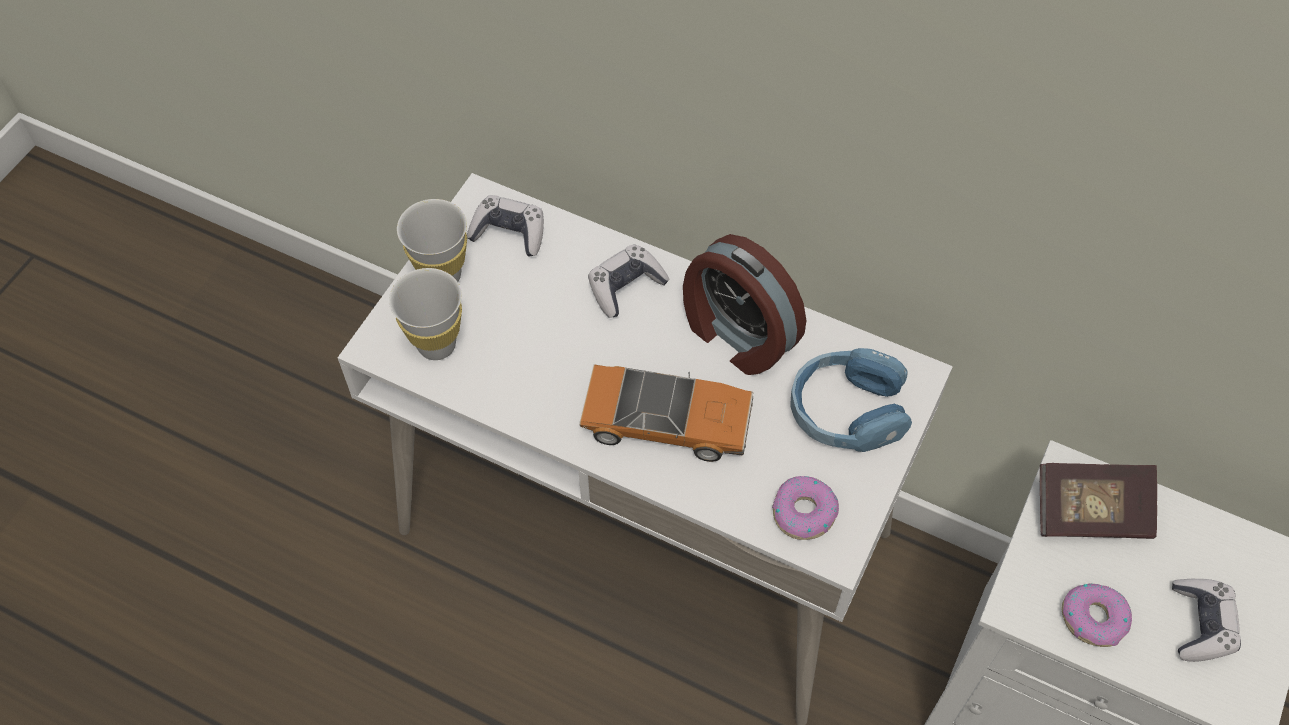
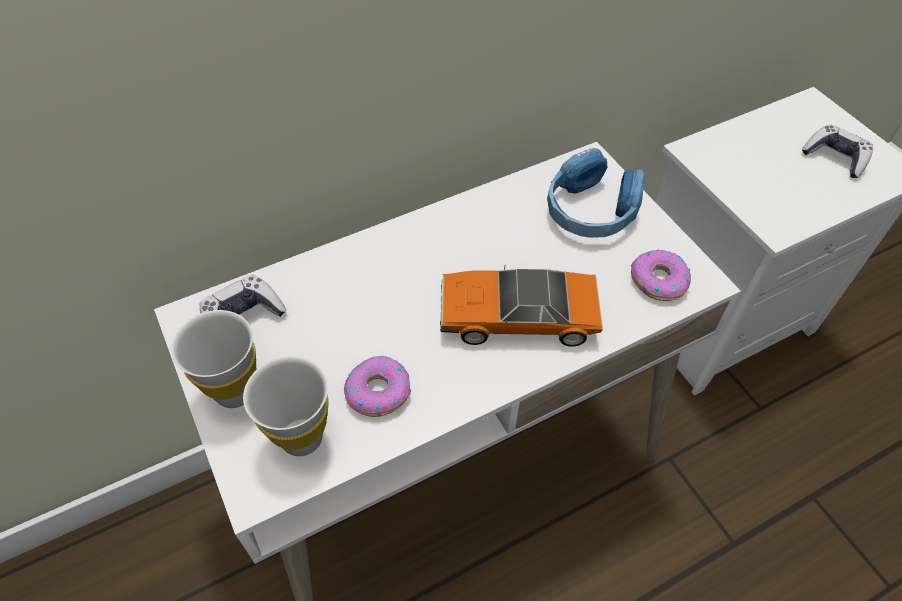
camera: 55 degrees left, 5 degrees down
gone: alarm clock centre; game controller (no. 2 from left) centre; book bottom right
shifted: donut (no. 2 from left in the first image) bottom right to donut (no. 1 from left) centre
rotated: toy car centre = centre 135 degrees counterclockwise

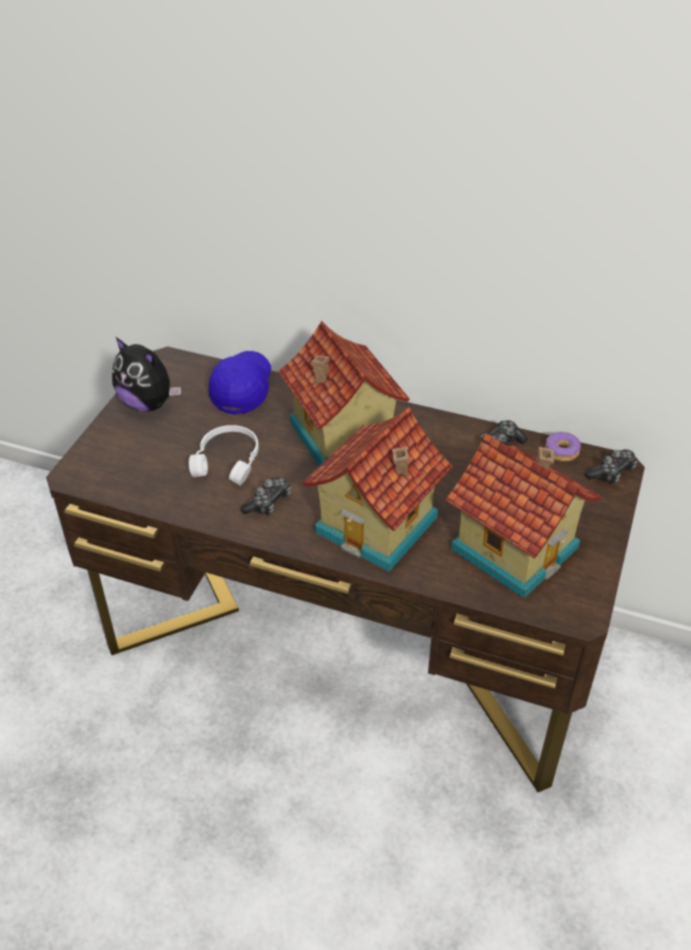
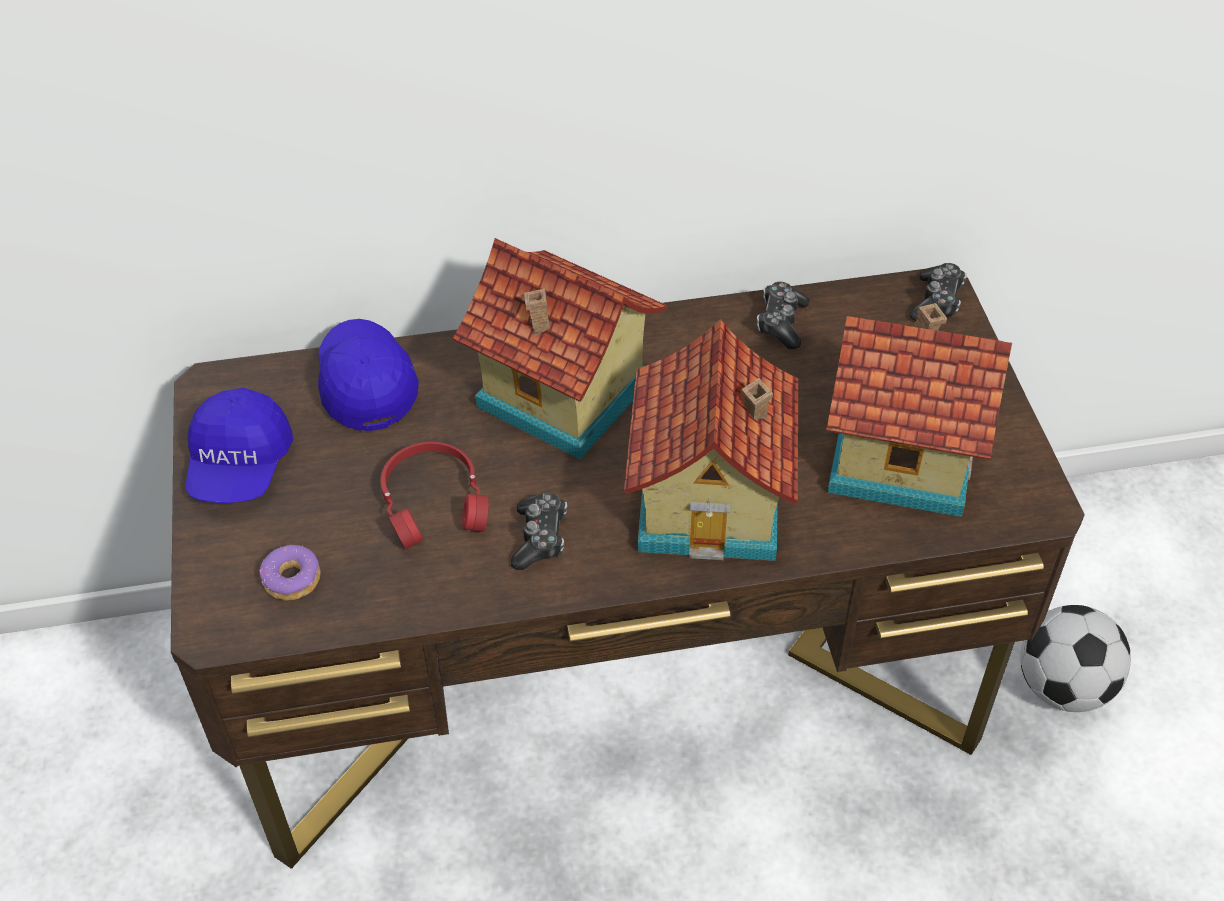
camera: 30 degrees left, 5 degrees up
new: football bottom right
shifted: donut middle right to middle left
swapped: plush toy middle left to cap/blue (no. 1 from left) middle left
repainted: headphones/white middle left to headphones/red centre

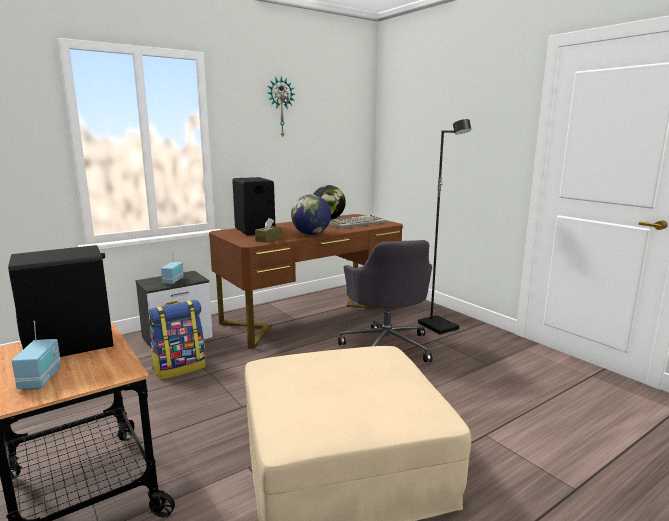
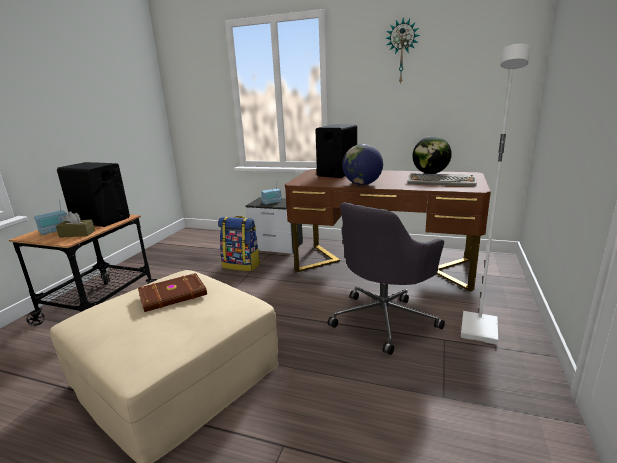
camera: 55 degrees right, 5 degrees up
new: book/brown middle left
shifted: tissue box/brown centre to middle left
repainted: floor lamp/black centre to floor lamp/white middle right

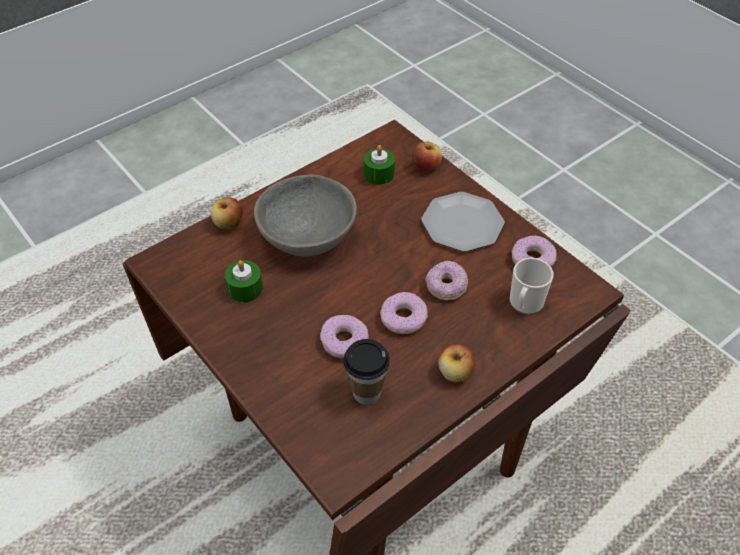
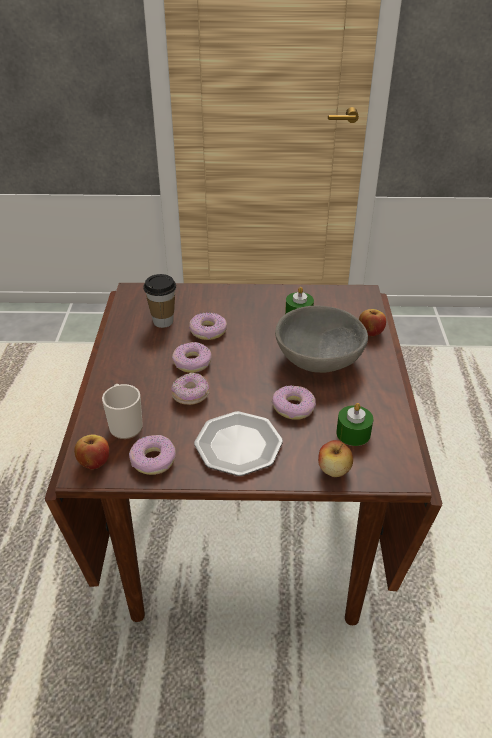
camera: 130 degrees right, 10 degrees down
new: donut (no. 5 from left) centre
shifted: apple (no. 3 from left in the first image) centre to apple (no. 1 from left) middle left

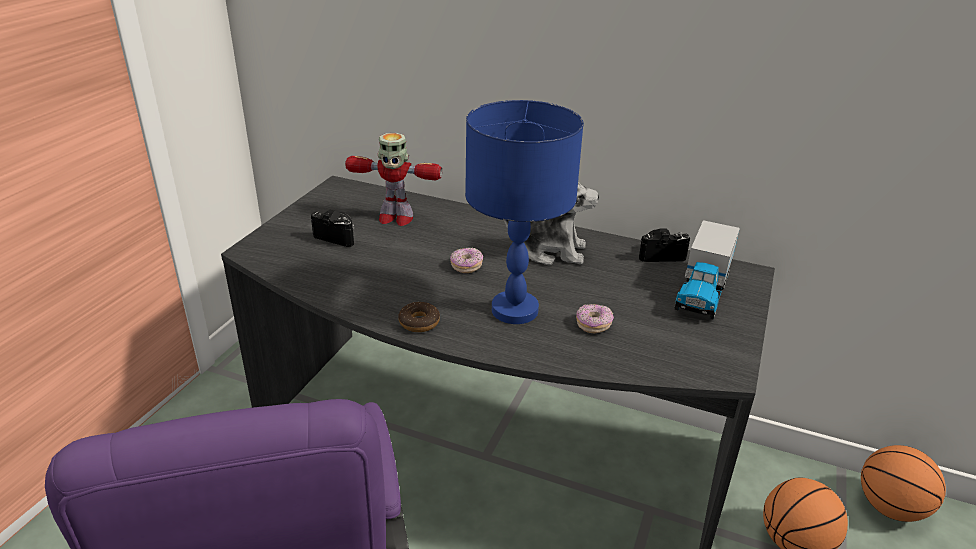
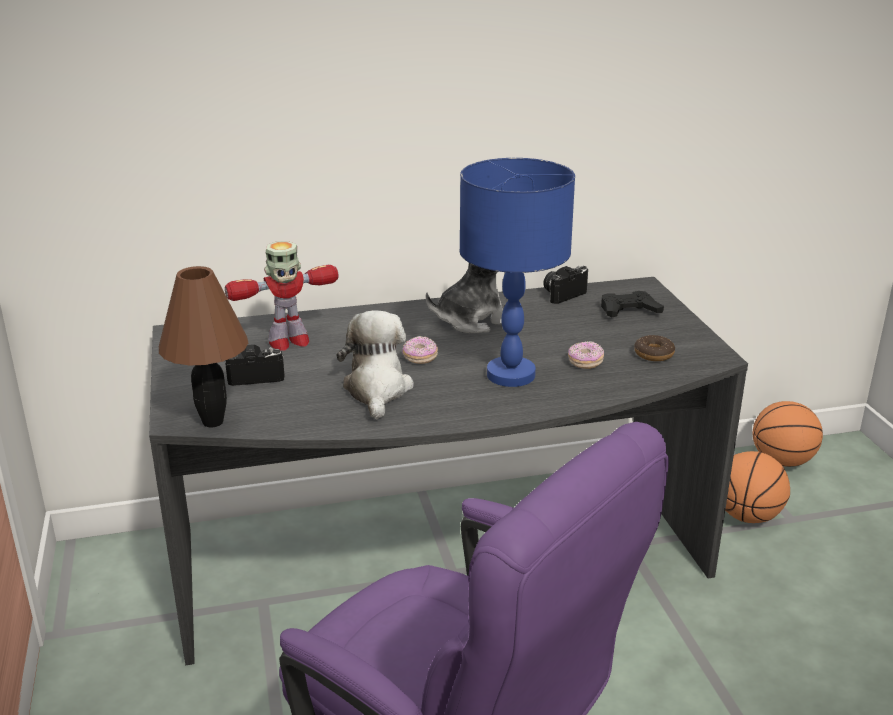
camera: 35 degrees left, 5 degrees down
new: table lamp/brown middle left; plush toy (no. 1 from left) centre
shifted: donut (no. 1 from left in the first image) centre to donut (no. 3 from left) middle right
swapped: toy truck middle right to game controller/black middle right

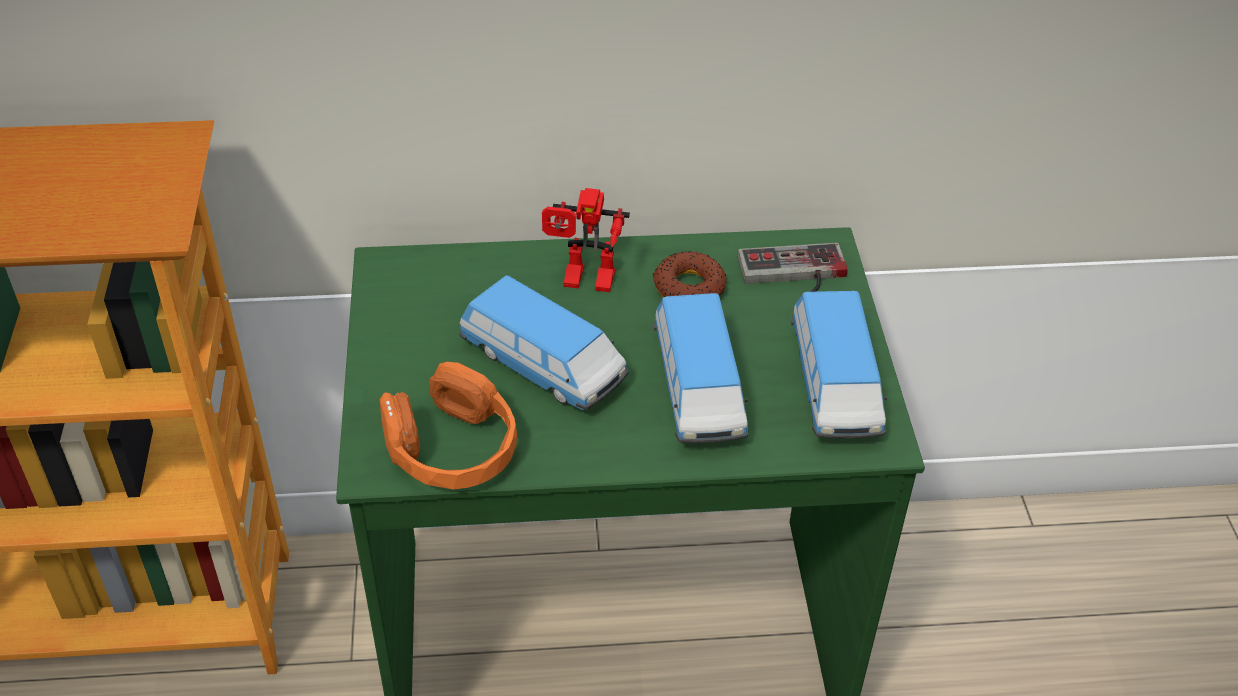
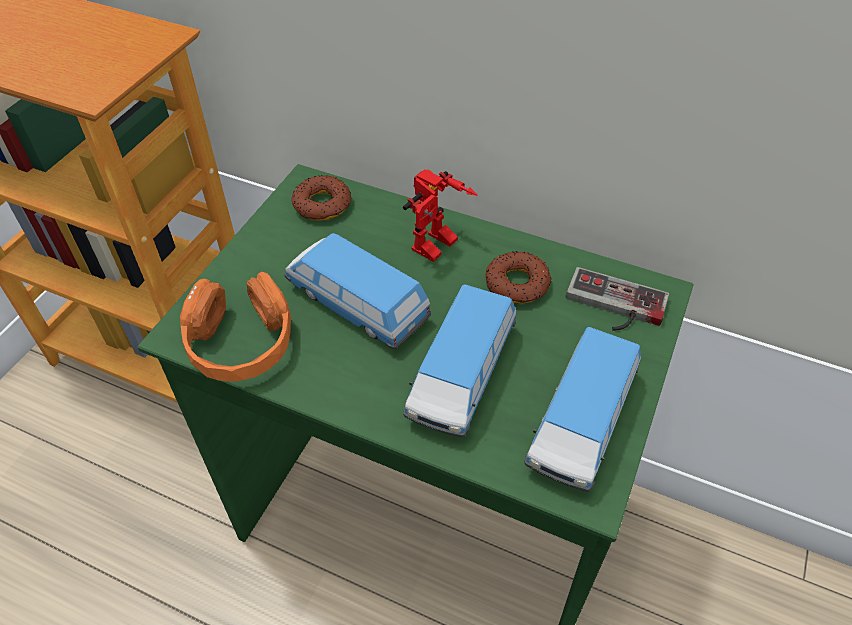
camera: 30 degrees right, 5 degrees up
new: donut (no. 1 from left) top centre
rotated: toy robot centre = centre 90 degrees counterclockwise; toy car (no. 1 from left) centre = centre 150 degrees clockwise

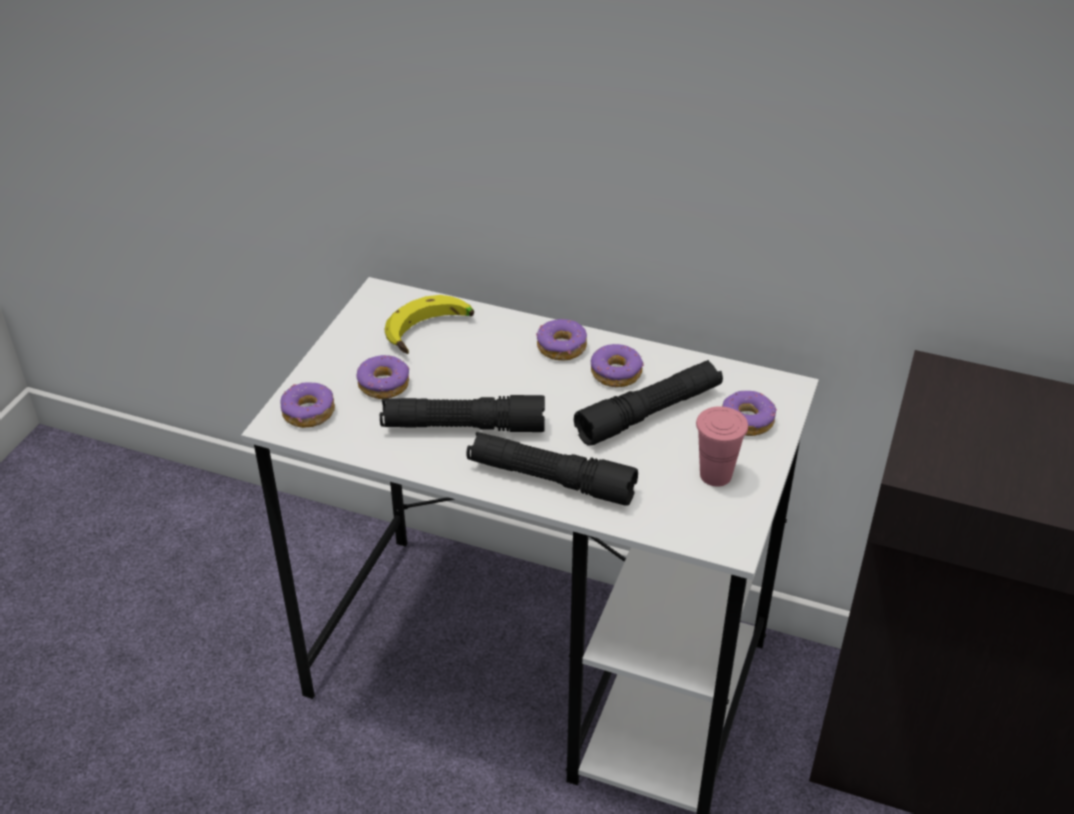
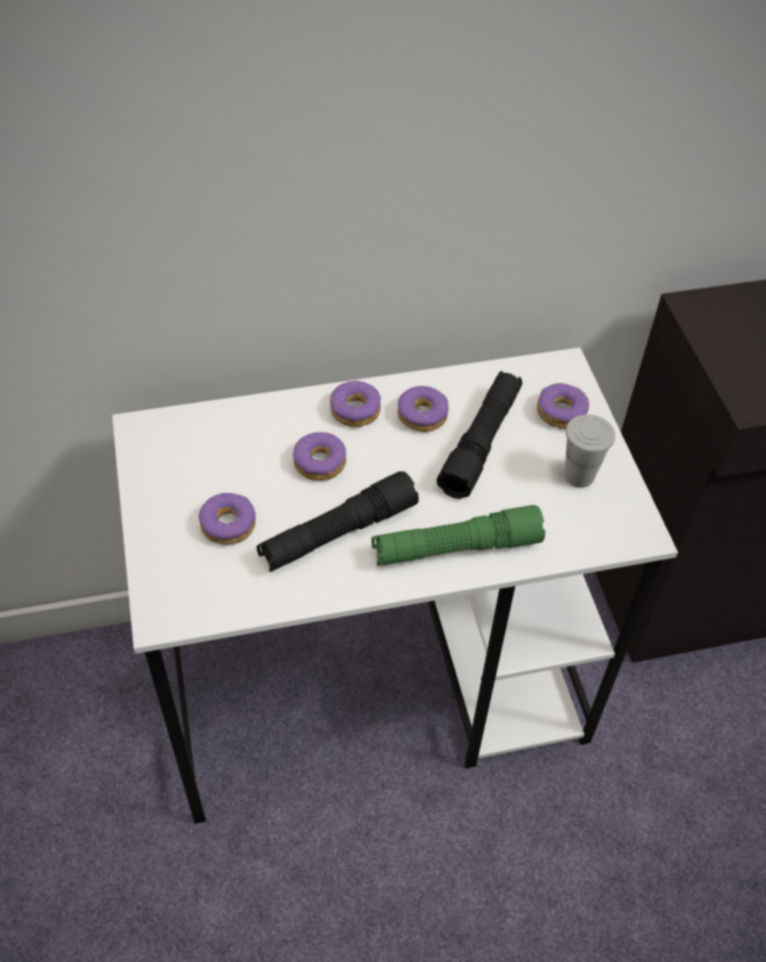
camera: 35 degrees left, 10 degrees up
gone: banana centre
shifted: donut (no. 1 from left in the first image) middle left to donut (no. 2 from left) centre
repainted: cup/pink middle right to cup/white middle right; flashlight/black (no. 2 from left) centre to flashlight/green centre

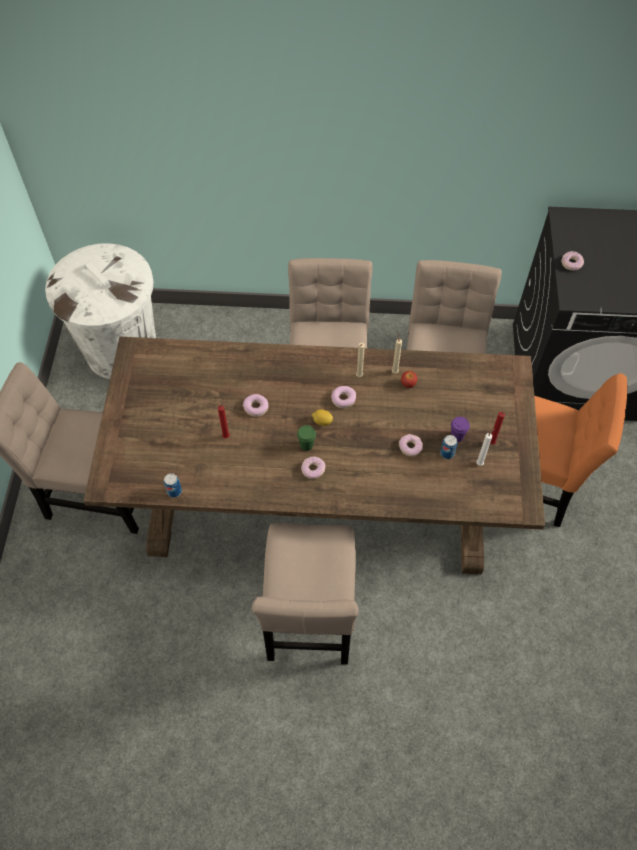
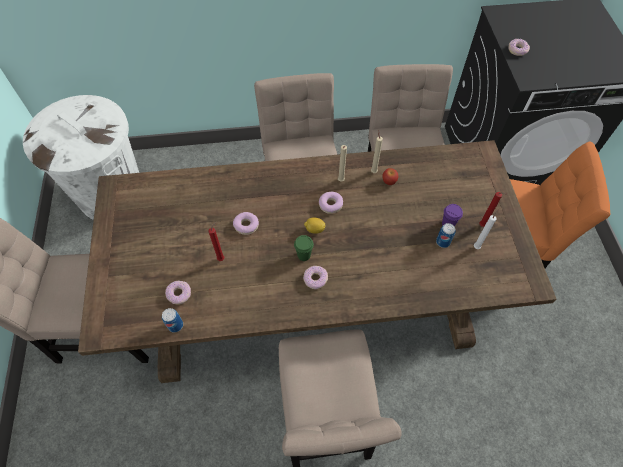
camera: 10 degrees left, 0 degrees up
shifted: donut (no. 4 from left in the first image) centre to donut (no. 1 from left) middle left

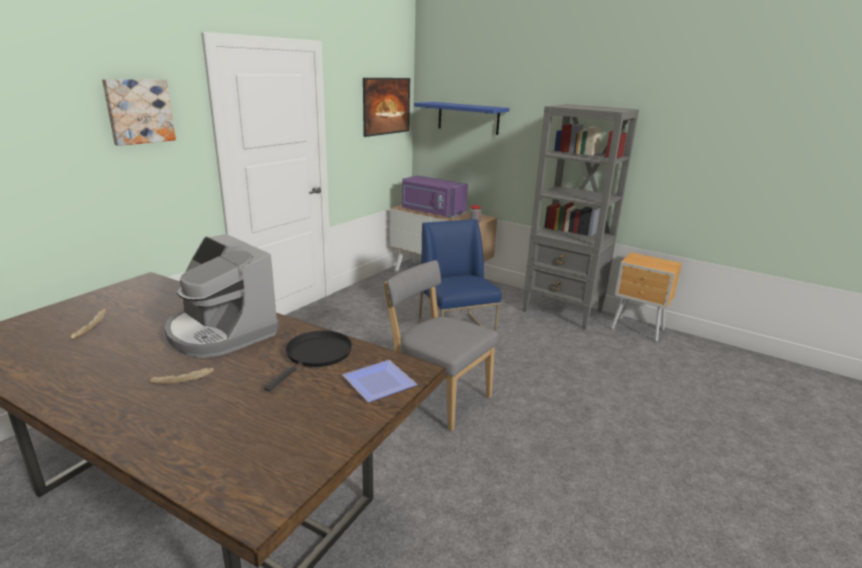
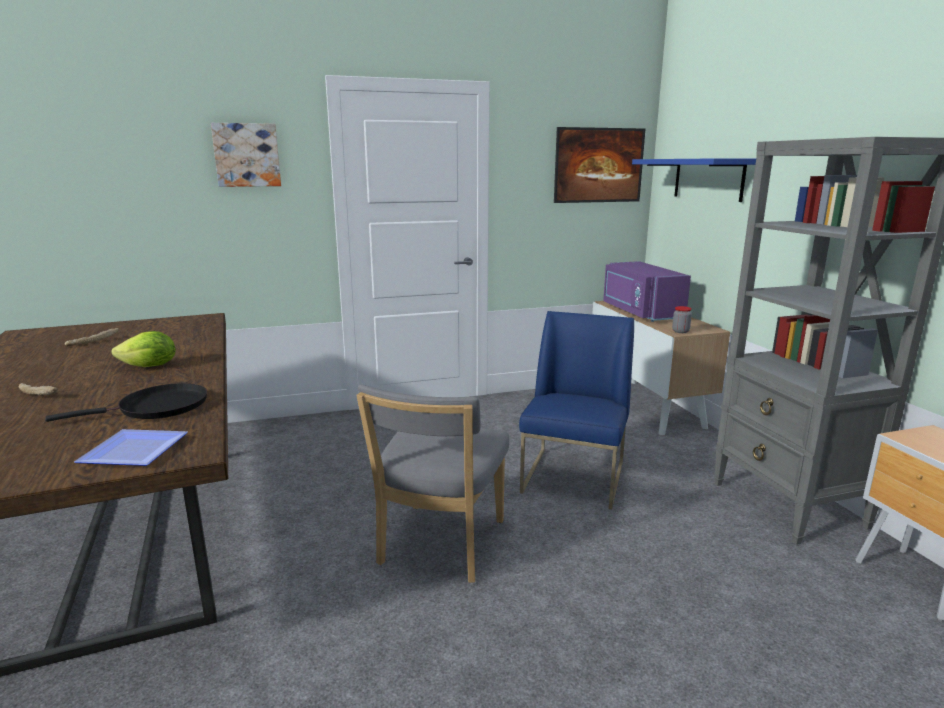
camera: 40 degrees right, 5 degrees down
swapped: coffee machine middle left to lettuce middle left
rotated: chair/grey centre = bottom centre 150 degrees counterclockwise

